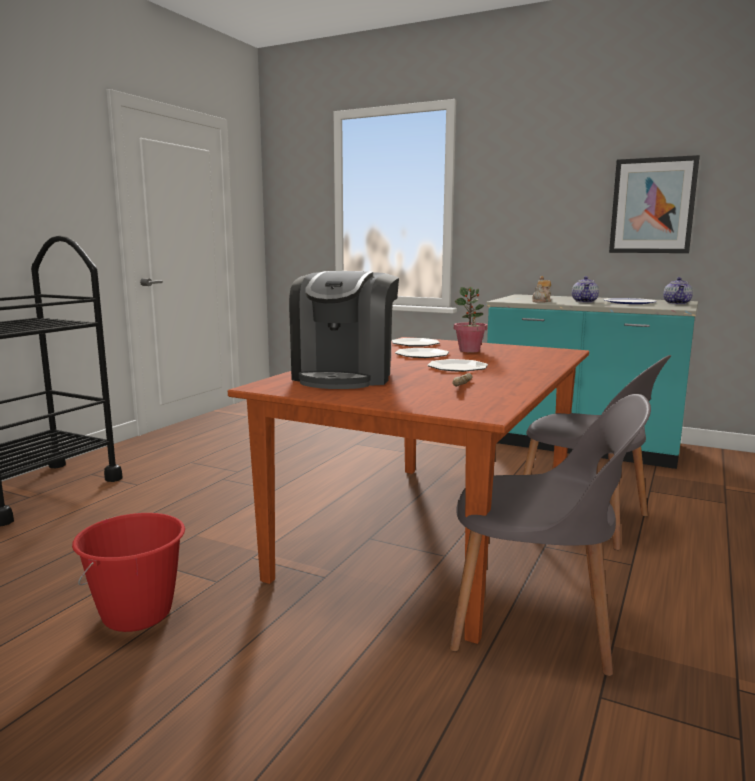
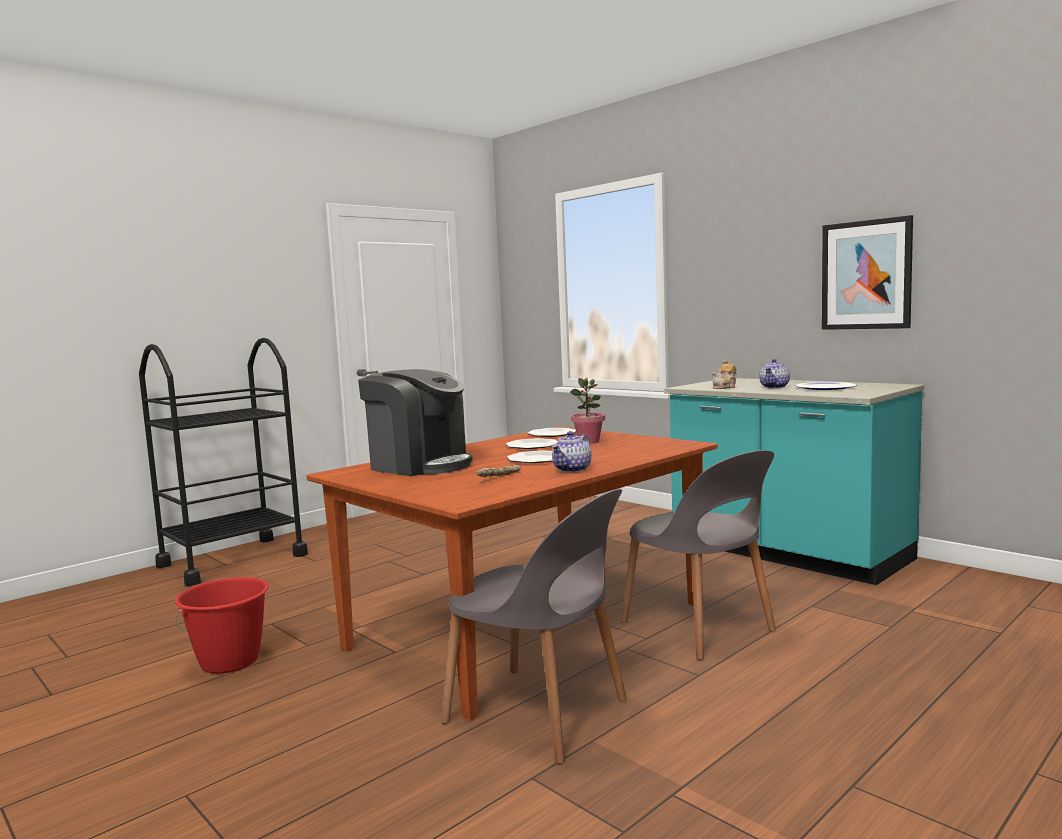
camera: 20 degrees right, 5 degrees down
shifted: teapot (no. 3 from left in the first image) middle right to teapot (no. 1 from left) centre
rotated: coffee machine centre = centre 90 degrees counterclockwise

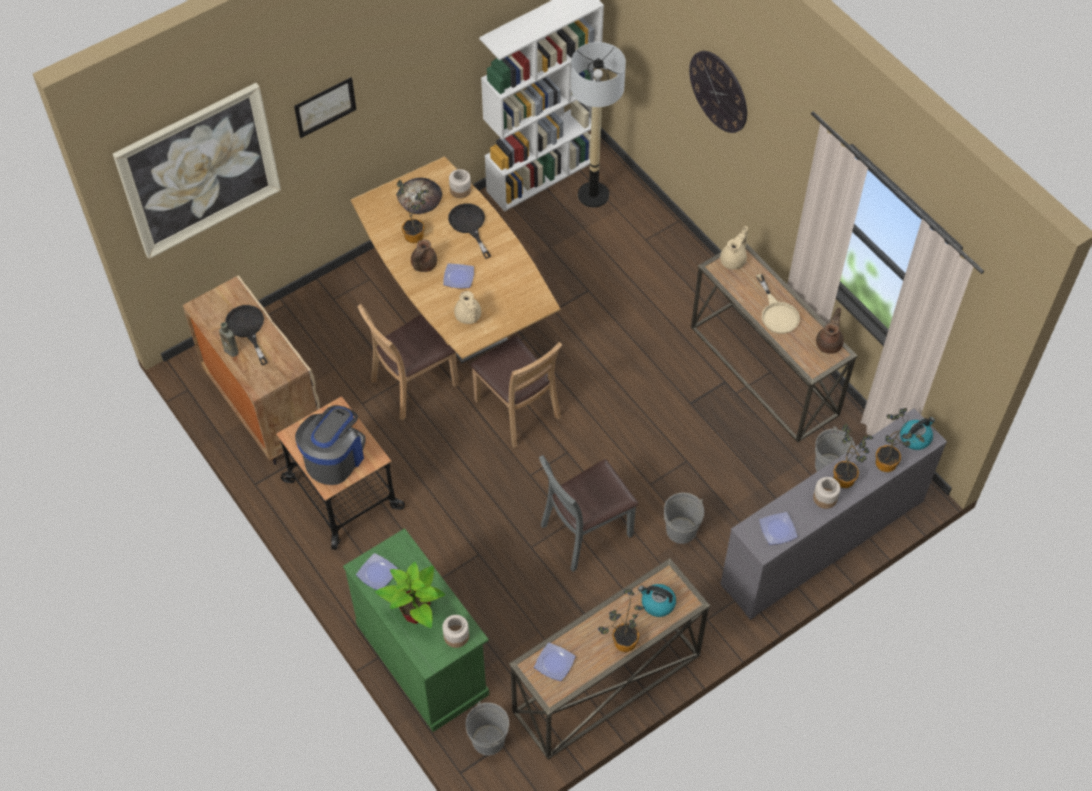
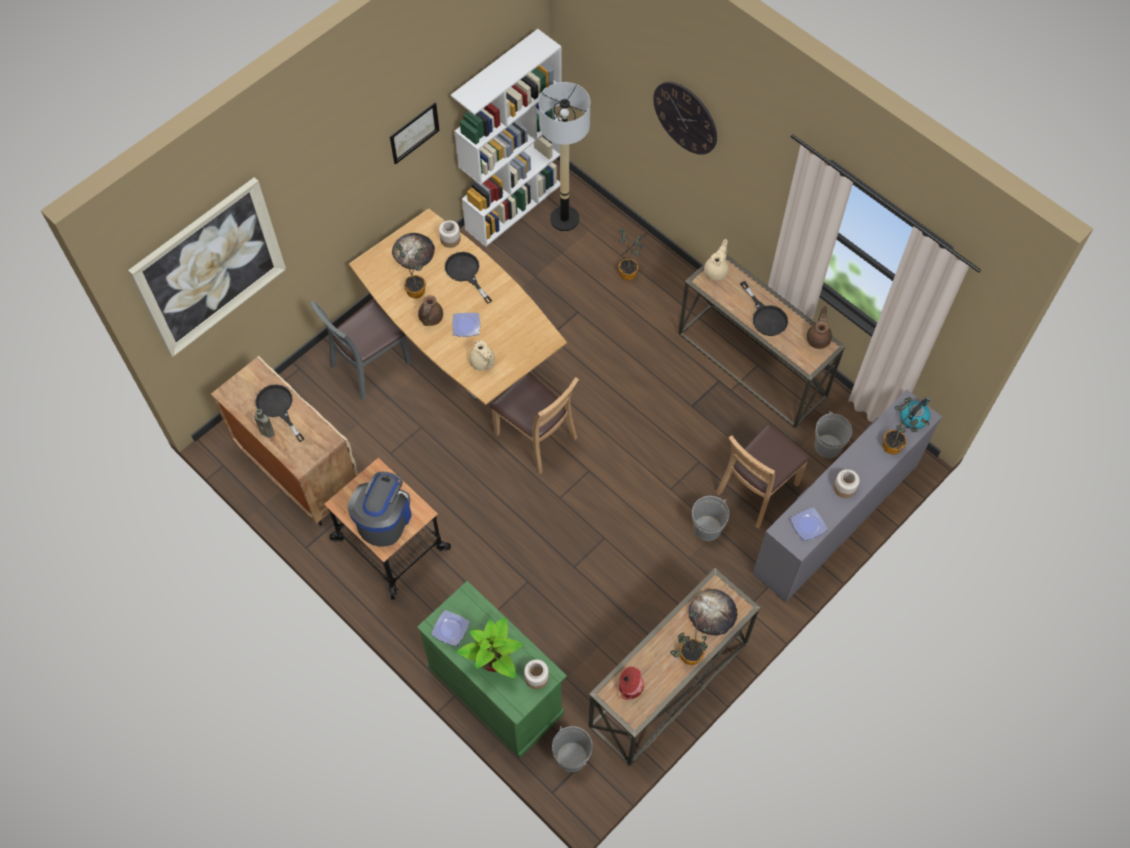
camera: 10 degrees left, 5 degrees up
shifted: picture (no. 2 from left) top left to top centre; chair/brown (no. 1 from left in the first image) centre to chair/brown (no. 2 from left) middle right; potted plant (no. 4 from left in the first image) middle right to potted plant (no. 3 from left) top centre; chair/grey centre to middle left
swapped: kettle (no. 1 from left) bottom centre to bread (no. 2 from left) bottom centre; plate (no. 3 from left) bottom centre to cooking pot bottom centre
repainted: frying pan/beige middle right to frying pan/black (no. 3 from left) middle right

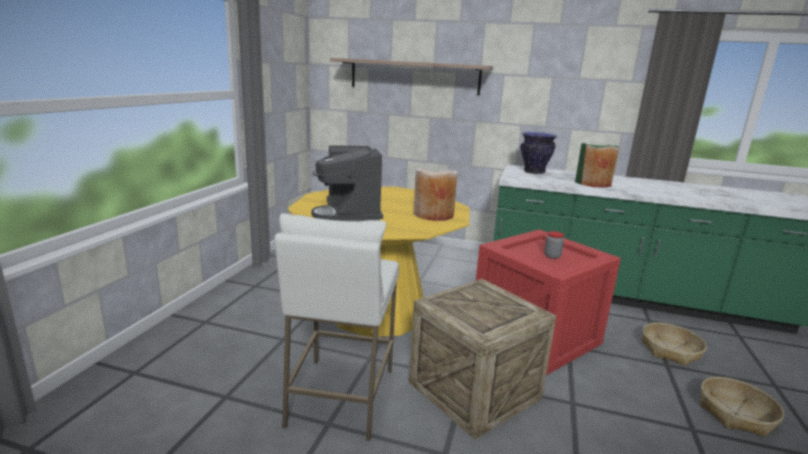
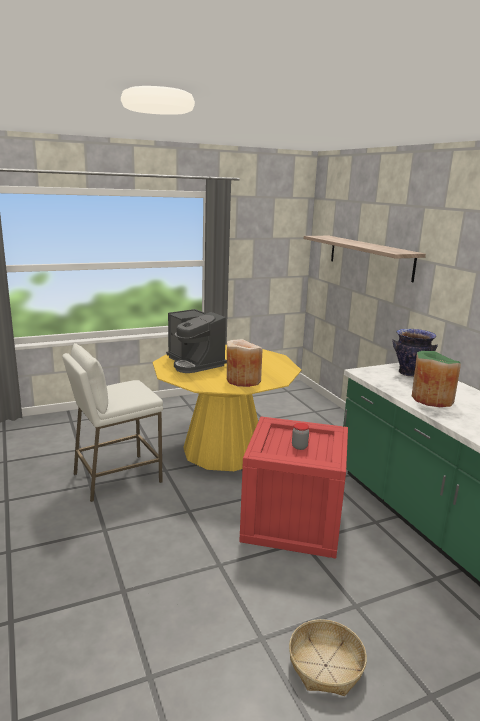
camera: 50 degrees right, 0 degrees up
gone: crate (no. 1 from left) bottom centre; basket (no. 1 from left) bottom right
rotated: coffee machine centre = centre 75 degrees counterclockwise

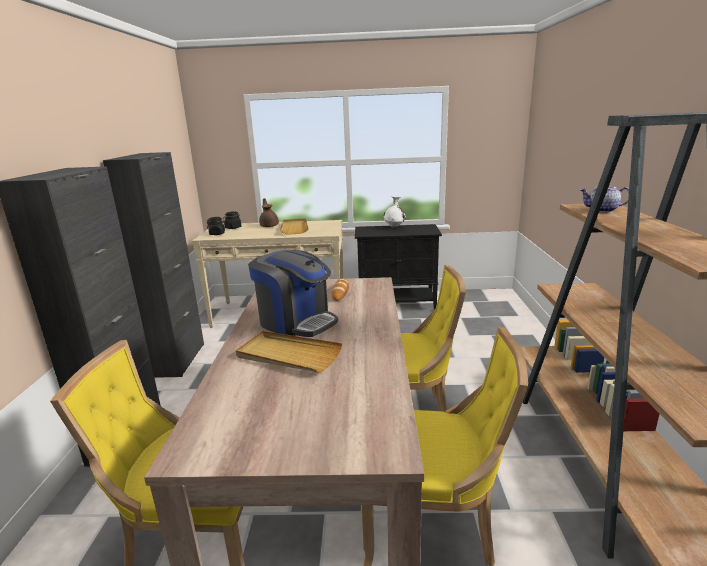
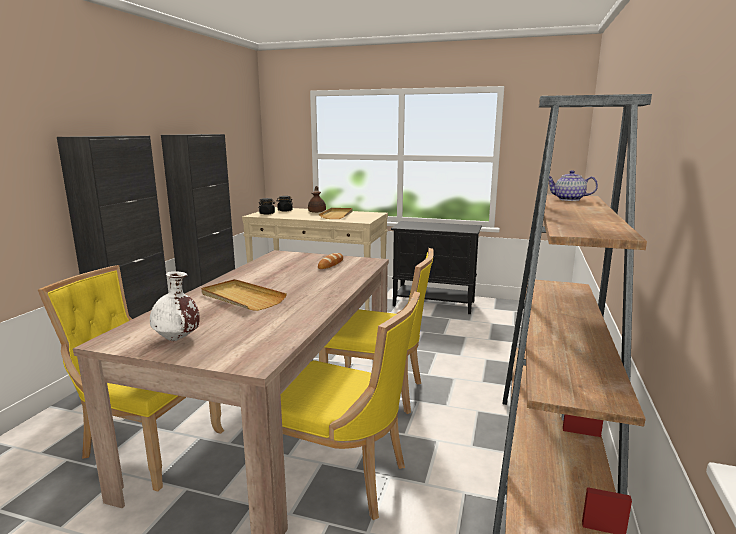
camera: 15 degrees right, 5 degrees down
gone: coffee machine centre
shifted: vase/white centre to middle left

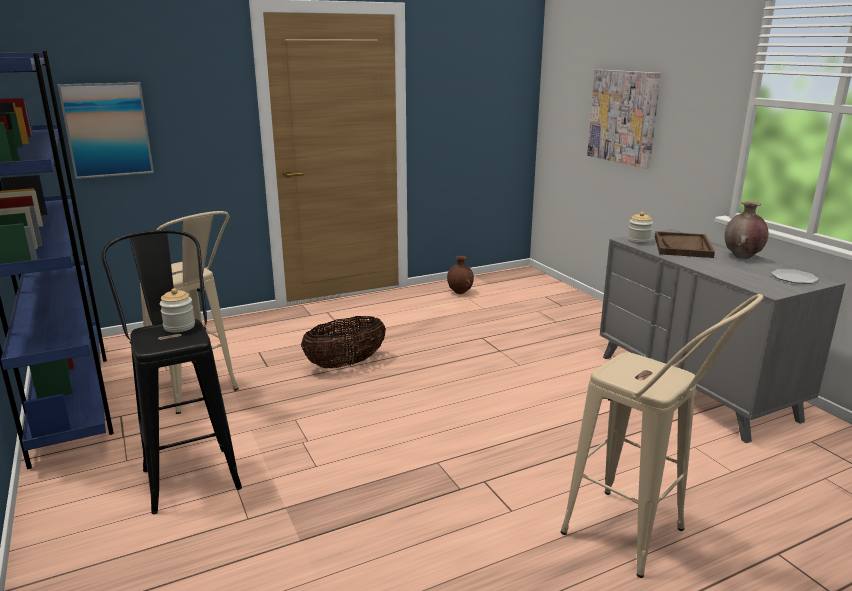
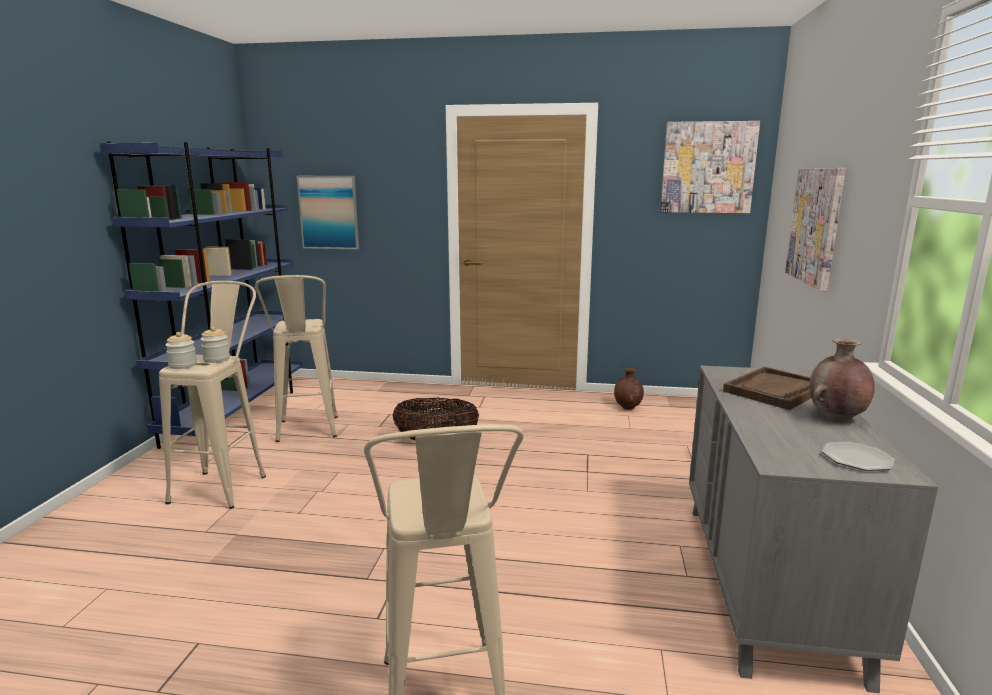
camera: 35 degrees right, 5 degrees down
new: picture (no. 2 from left) top right
shifted: jar (no. 2 from left in the first image) middle right to jar (no. 1 from left) middle left
repainted: stool/black middle left to stool/beige (no. 1 from left) middle left

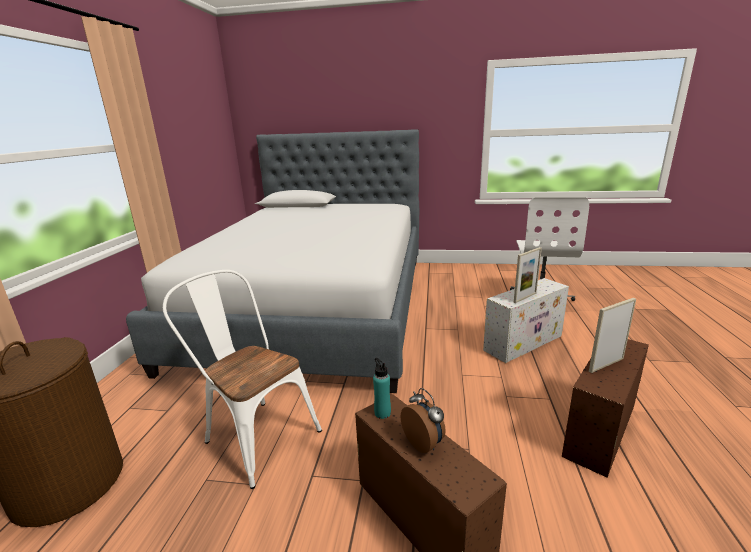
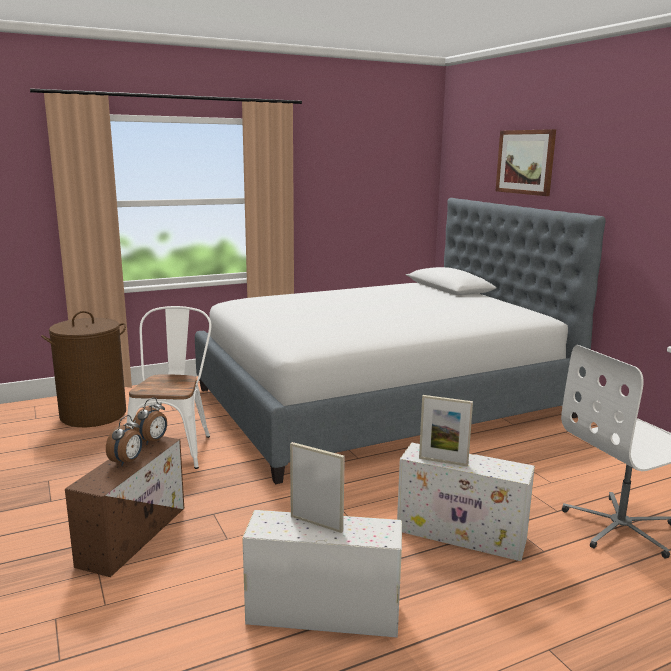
camera: 55 degrees right, 5 degrees down
new: picture top right
swapped: bottle/turquoise bottom centre to alarm clock (no. 2 from left) middle left
repainted: storage box/brown (no. 2 from left) bottom right to storage box/white (no. 1 from left) bottom centre

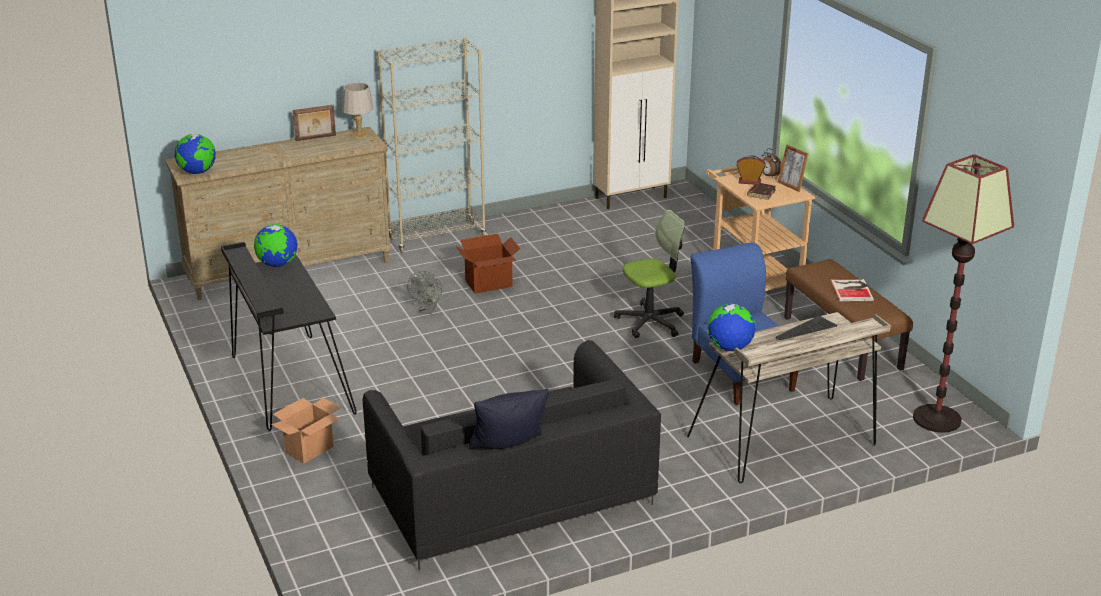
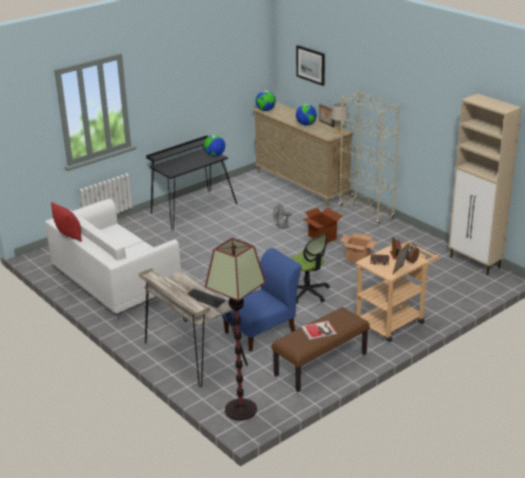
camera: 75 degrees right, 0 degrees up
new: picture top centre
shifted: globe (no. 3 from left) centre to top centre; cardboard box (no. 1 from left in the first image) bottom left to cardboard box (no. 2 from left) middle right
repainted: sofa/black bottom centre to sofa/white middle left; pillow/black bottom centre to pillow/red middle left

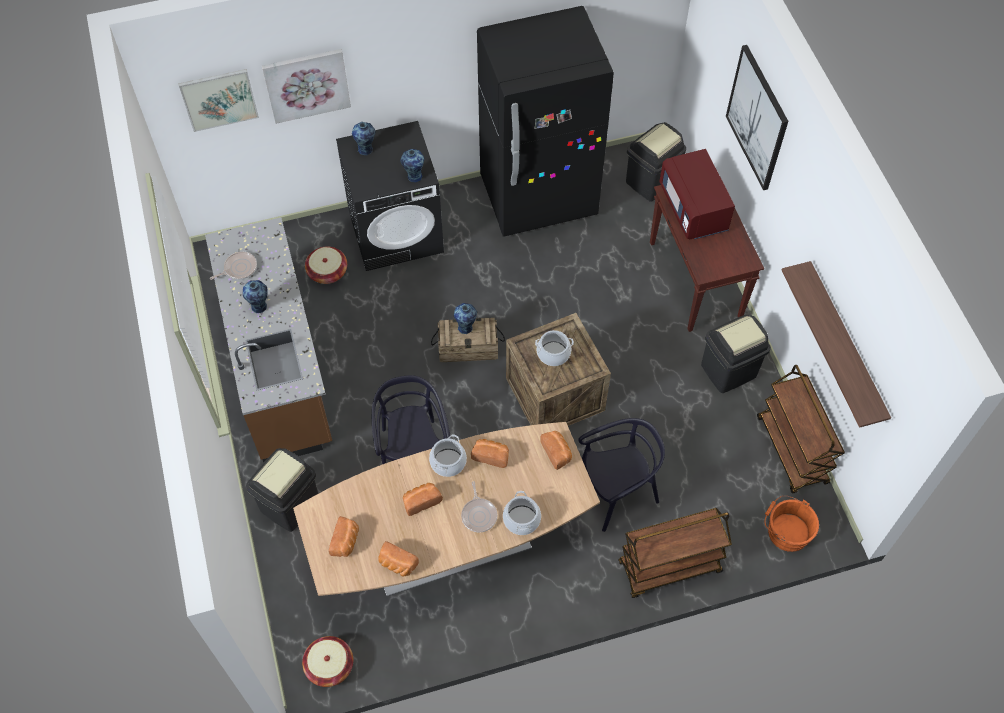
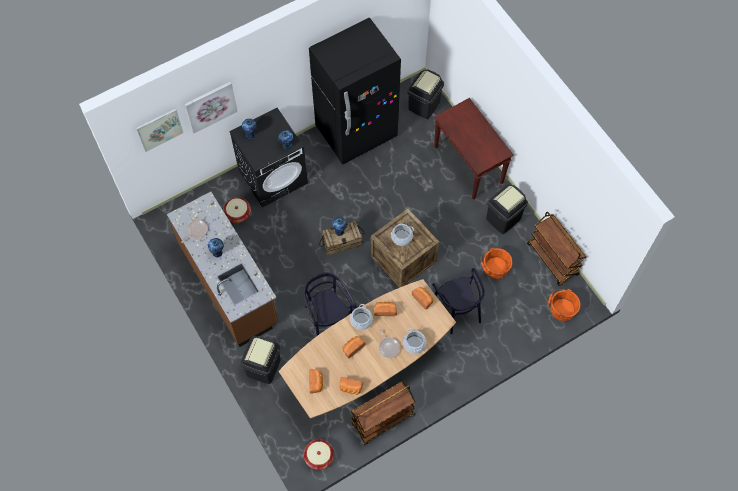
camera: 15 degrees left, 5 degrees up
gone: picture (no. 3 from left) top right; microwave/red top right; shelf middle right
new: bucket/orange (no. 1 from left) middle right
shifted: cart/brown (no. 1 from left) bottom right to bottom centre
rotated: chair/black (no. 2 from left) centre = centre 105 degrees clockwise

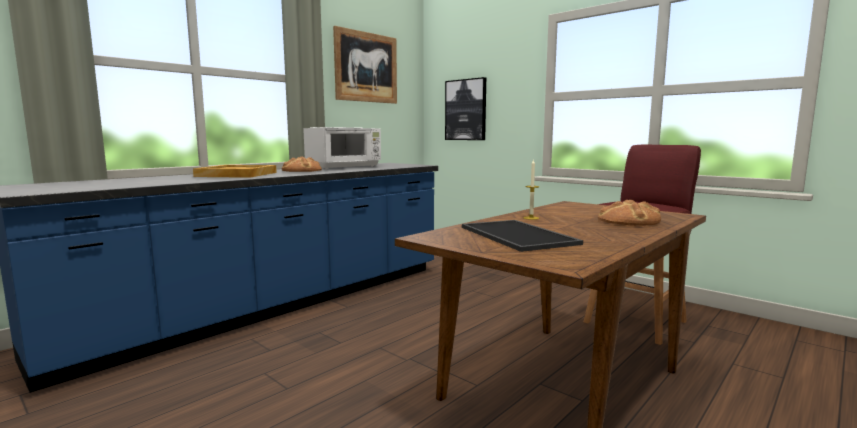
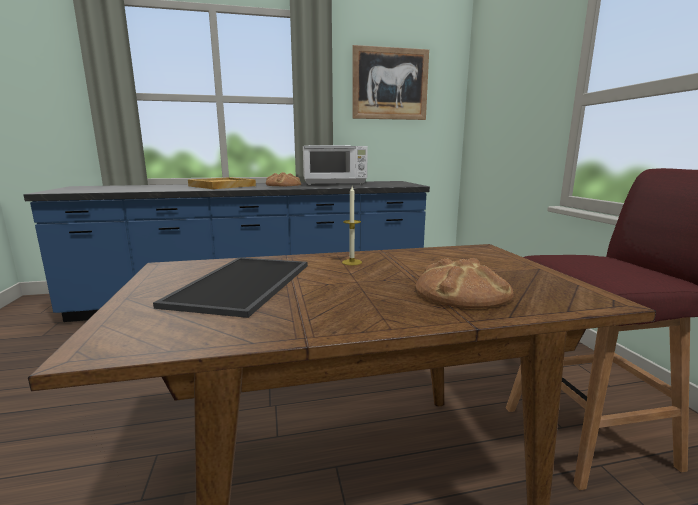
camera: 35 degrees right, 5 degrees up
gone: picture (no. 2 from left) top centre

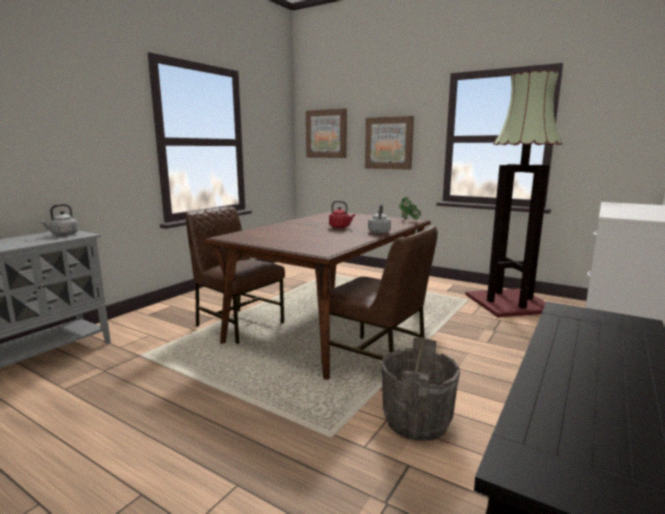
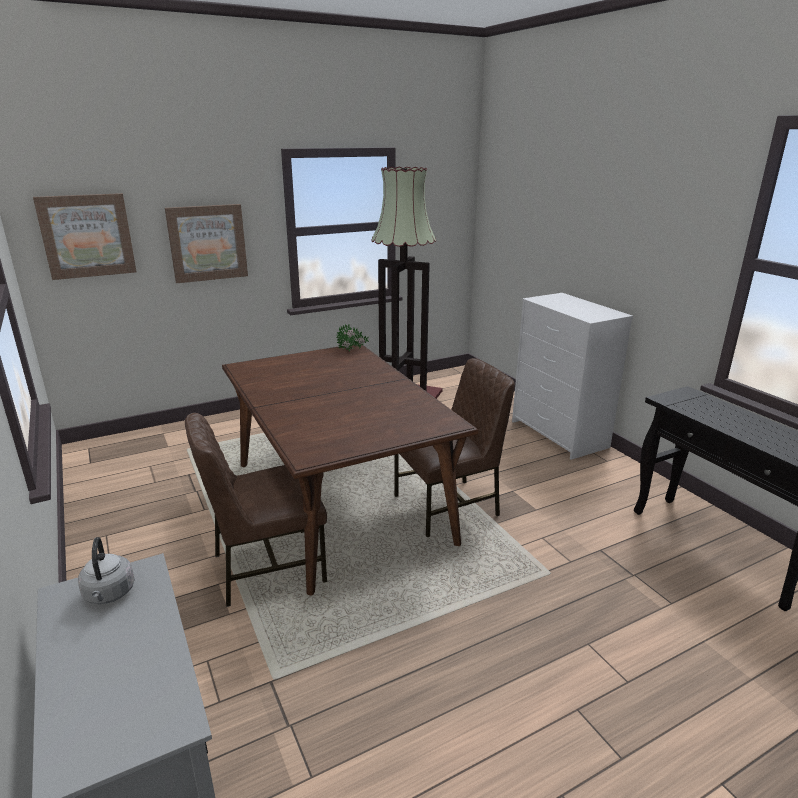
camera: 60 degrees left, 10 degrees up
gone: kettle/red centre; kettle/grey (no. 2 from left) centre; bucket/grey bottom centre

